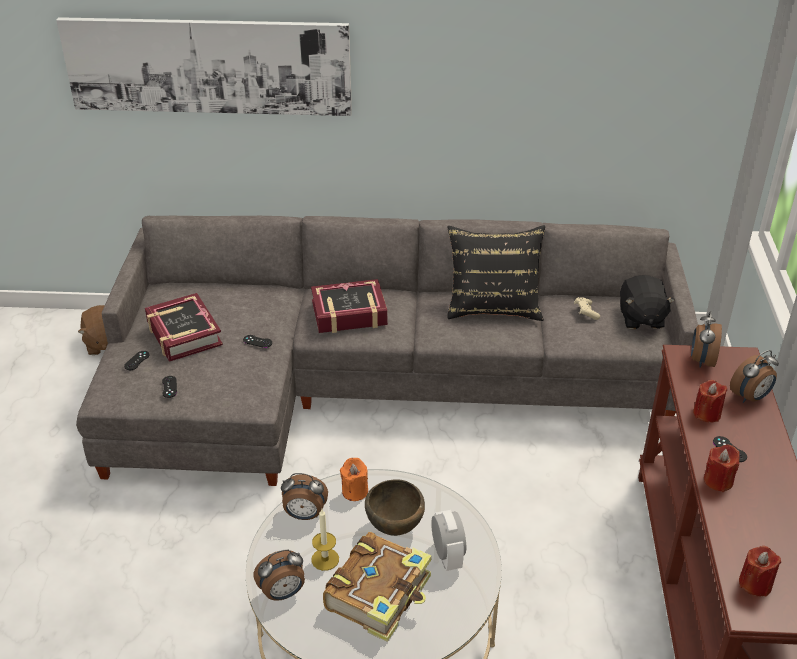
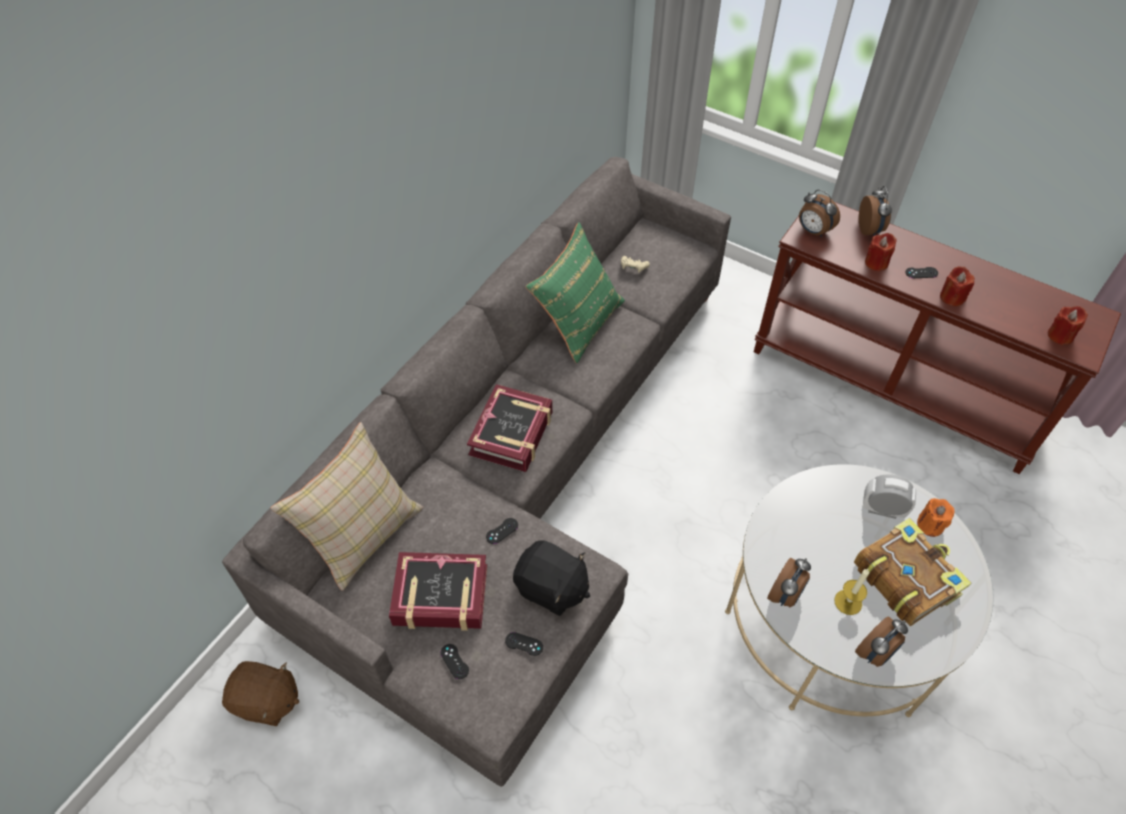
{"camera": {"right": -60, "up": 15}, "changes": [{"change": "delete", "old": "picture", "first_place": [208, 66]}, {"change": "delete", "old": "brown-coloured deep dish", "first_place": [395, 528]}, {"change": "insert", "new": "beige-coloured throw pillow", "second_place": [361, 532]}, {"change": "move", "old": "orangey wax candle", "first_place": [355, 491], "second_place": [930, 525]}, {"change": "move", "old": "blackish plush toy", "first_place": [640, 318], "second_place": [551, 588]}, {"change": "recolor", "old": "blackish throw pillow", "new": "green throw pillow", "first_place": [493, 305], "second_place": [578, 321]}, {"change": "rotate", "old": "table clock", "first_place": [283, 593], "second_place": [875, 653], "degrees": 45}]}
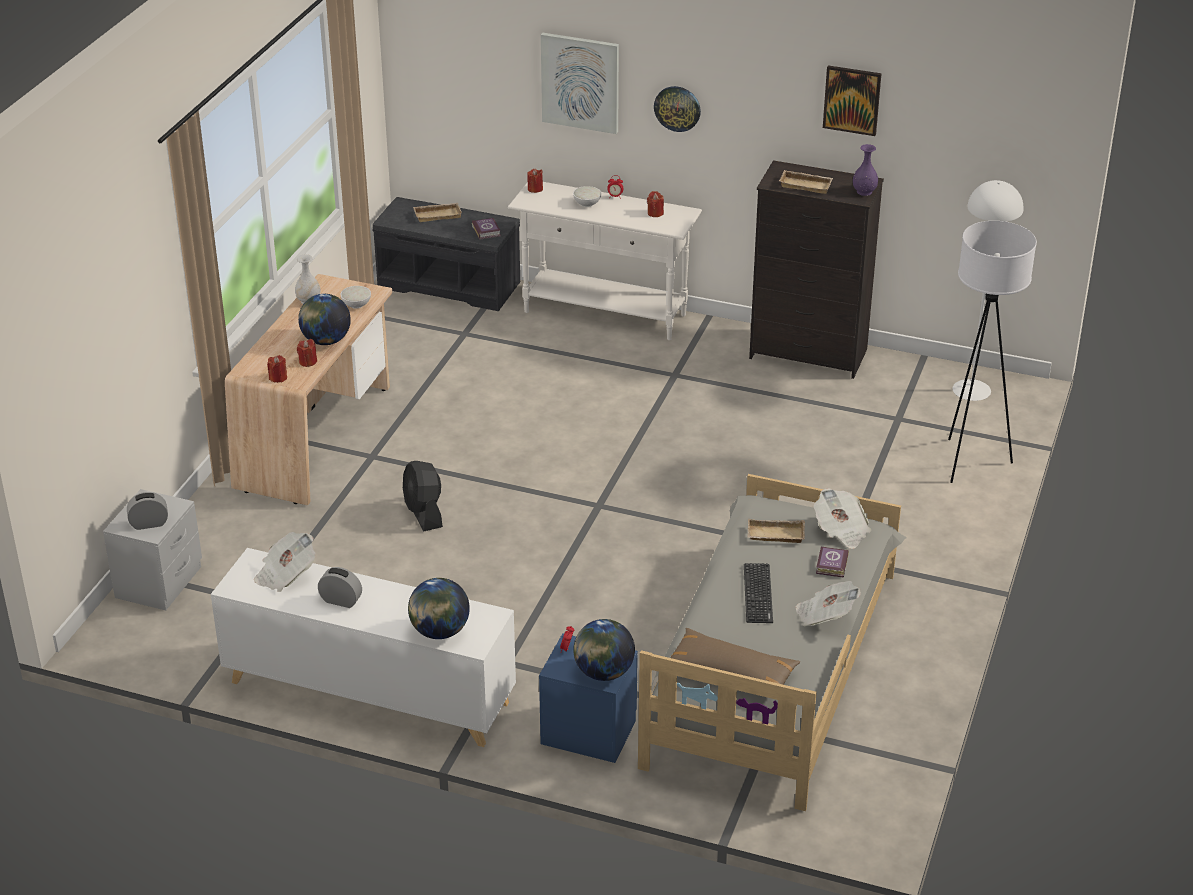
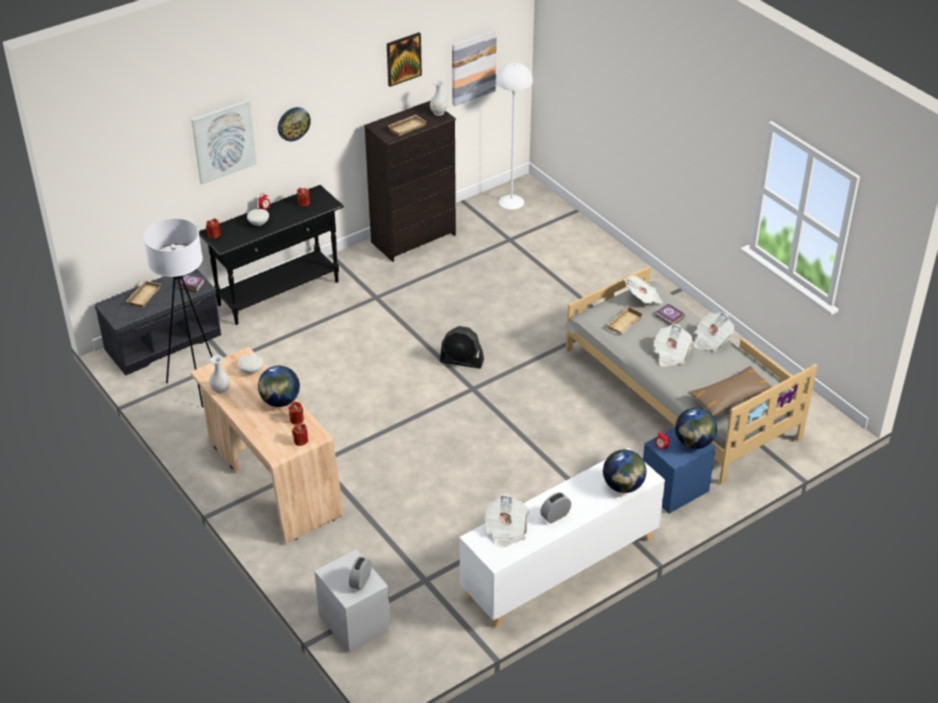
{"camera": {"right": -55, "up": 5}, "changes": [{"change": "insert", "new": "picture", "second_place": [473, 67]}, {"change": "move", "old": "blackish cooling fan", "first_place": [424, 513], "second_place": [462, 361]}, {"change": "move", "old": "white-coloured standard lamp", "first_place": [969, 462], "second_place": [195, 387]}, {"change": "replace", "old": "PC keyboard", "new": "printed paper", "first_place": [758, 593], "second_place": [671, 354]}, {"change": "recolor", "old": "white-coloured hall table", "new": "blackish hall table", "first_place": [605, 314], "second_place": [279, 293]}, {"change": "recolor", "old": "purplish flower vase", "new": "white-coloured flower vase", "first_place": [864, 191], "second_place": [438, 112]}]}
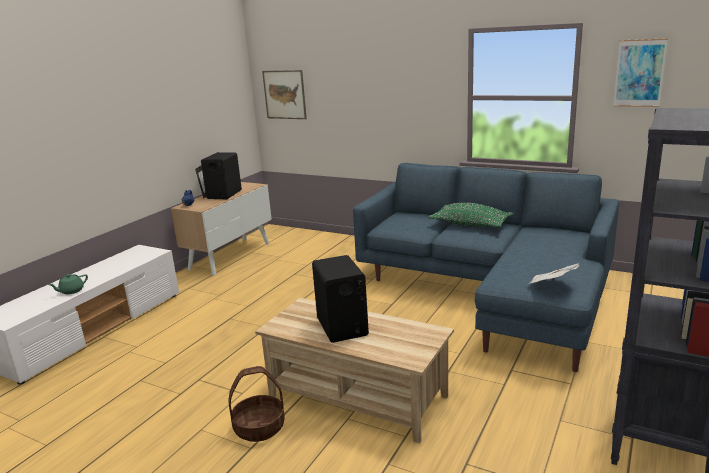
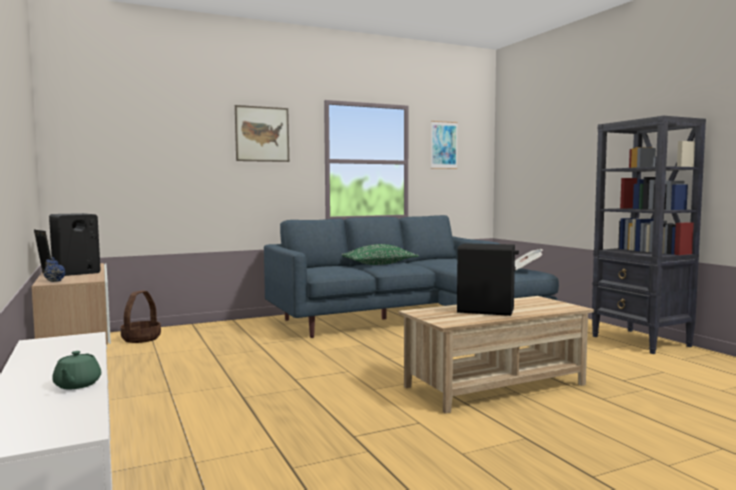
{"camera": {"right": -55, "up": -15}, "changes": [{"change": "move", "old": "storage basket", "first_place": [259, 427], "second_place": [141, 339]}, {"change": "move", "old": "picture", "first_place": [284, 94], "second_place": [262, 134]}]}
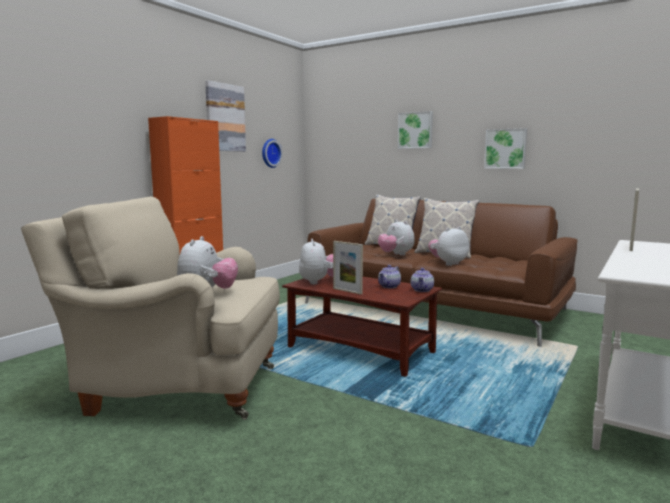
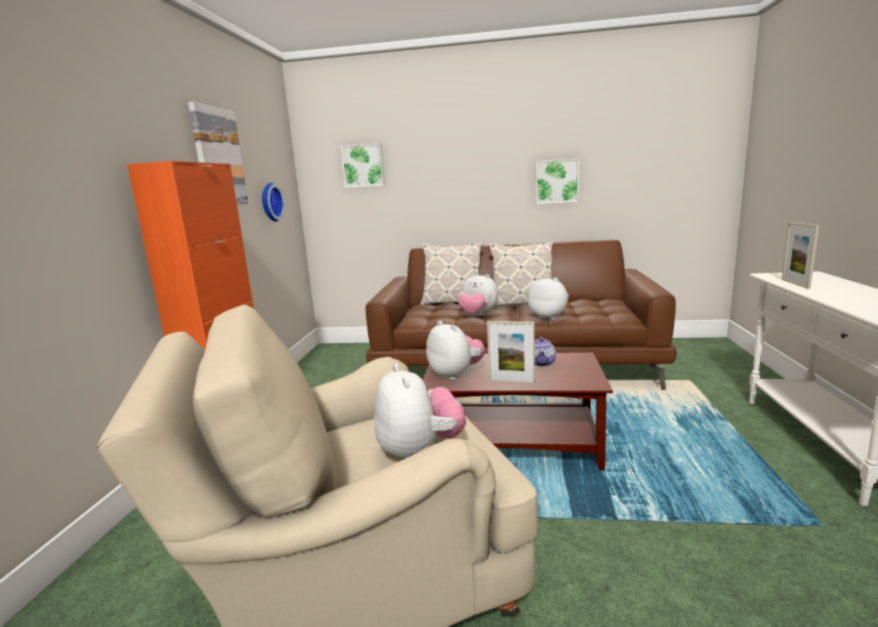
{"camera": {"right": -25, "up": 5}, "changes": [{"change": "delete", "old": "tea pot", "first_place": [422, 290]}, {"change": "move", "old": "picture", "first_place": [415, 130], "second_place": [363, 165]}, {"change": "rotate", "old": "plush toy", "first_place": [448, 263], "second_place": [549, 317], "degrees": 90}]}
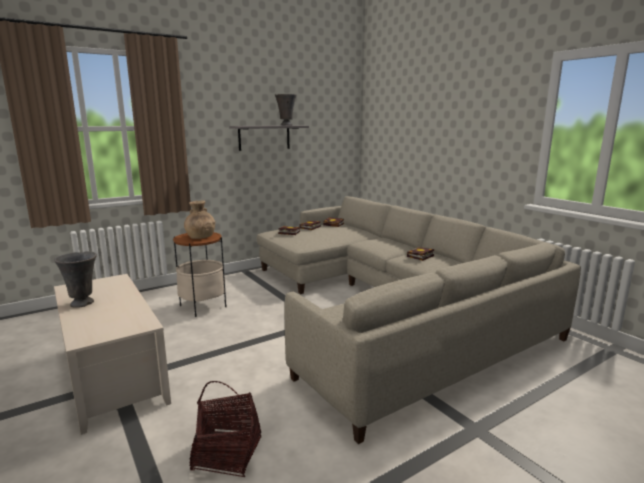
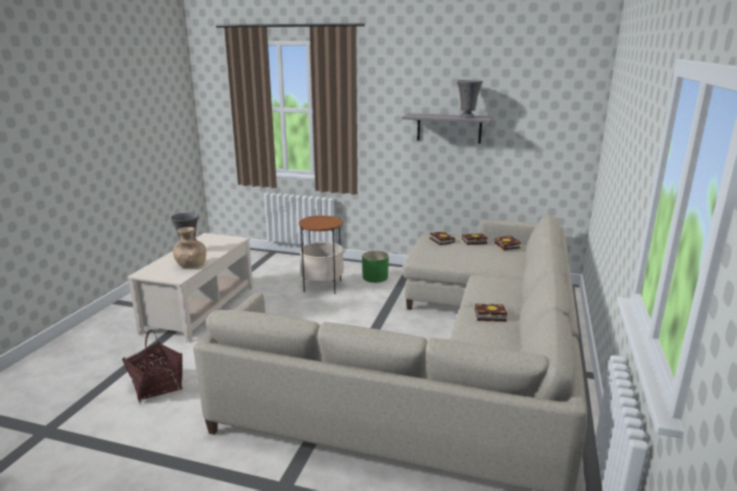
{"camera": {"right": 50, "up": 5}, "changes": [{"change": "insert", "new": "green flower pot", "second_place": [375, 277]}, {"change": "move", "old": "brown-coloured flower vase", "first_place": [200, 237], "second_place": [191, 265]}]}
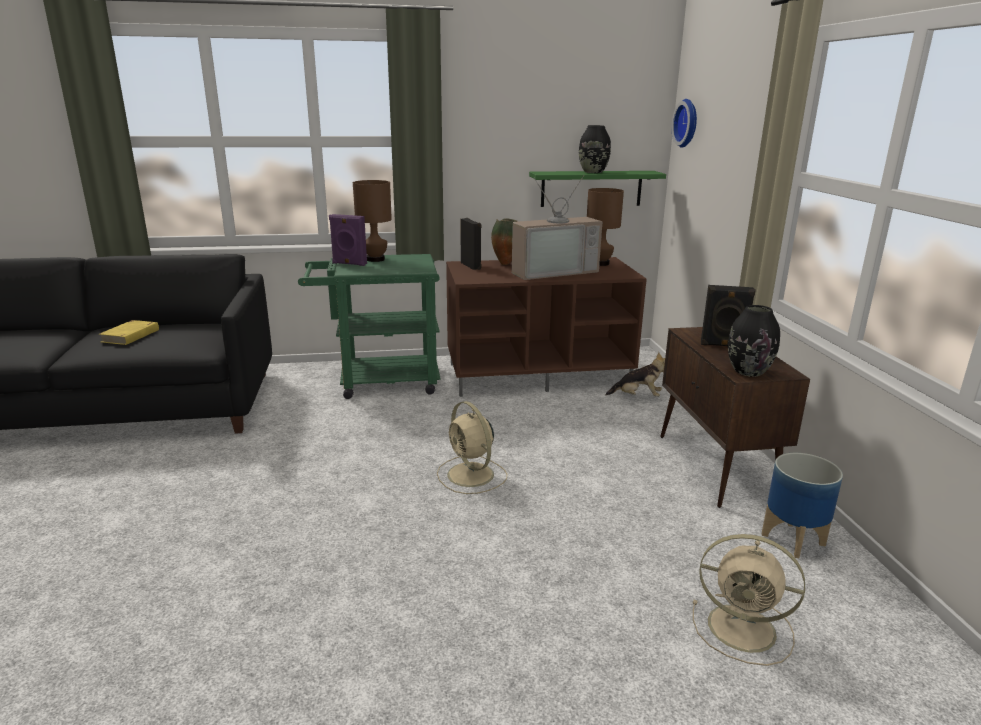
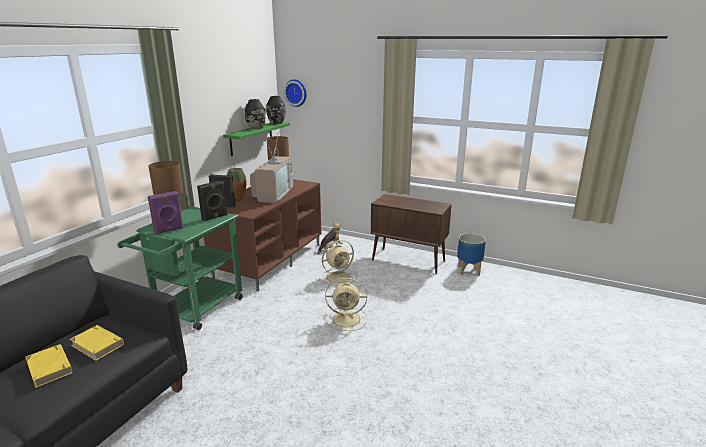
{"camera": {"right": -55, "up": 0}, "changes": [{"change": "insert", "new": "yellow bound book", "second_place": [98, 345]}, {"change": "move", "old": "beige-coloured cooling fan", "first_place": [744, 629], "second_place": [339, 277]}, {"change": "move", "old": "blackish loudspeaker", "first_place": [723, 345], "second_place": [215, 217]}, {"change": "move", "old": "blackish flower vase", "first_place": [748, 371], "second_place": [276, 123]}]}
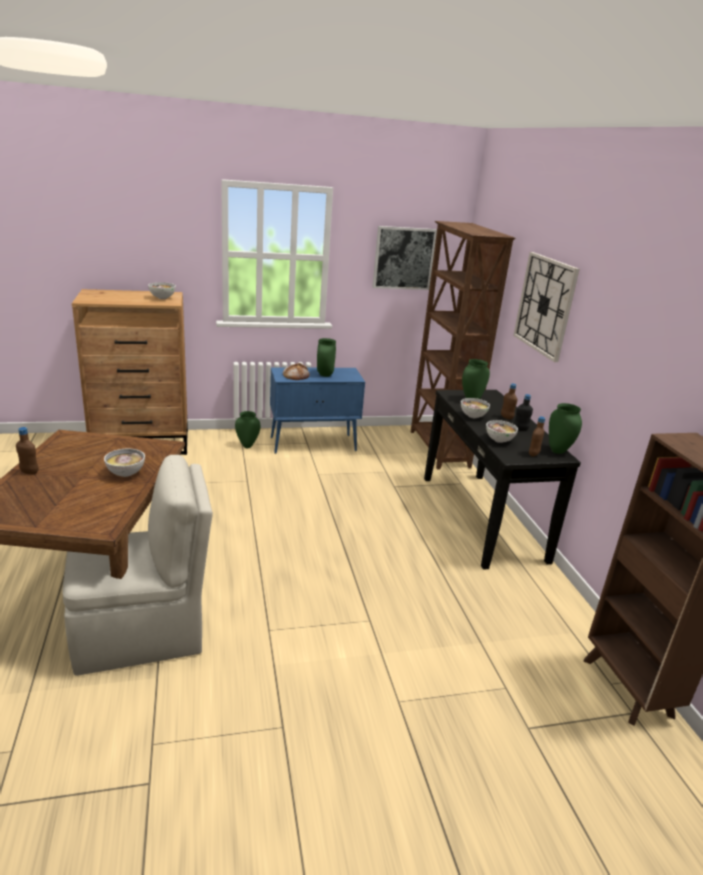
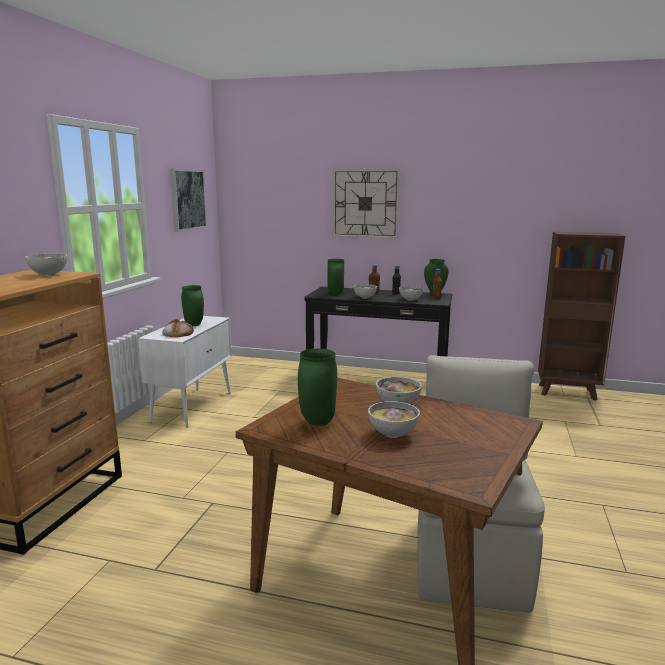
{"camera": {"right": -60, "up": -10}, "changes": [{"change": "delete", "old": "brown-coloured drink bottle", "first_place": [29, 472]}, {"change": "delete", "old": "brown-coloured shelving unit", "first_place": [438, 449]}, {"change": "insert", "new": "deep dish", "second_place": [393, 434]}, {"change": "move", "old": "green flower vase", "first_place": [247, 446], "second_place": [317, 422]}, {"change": "recolor", "old": "bluish cupboard", "new": "white-coloured cupboard", "first_place": [314, 444], "second_place": [193, 406]}]}
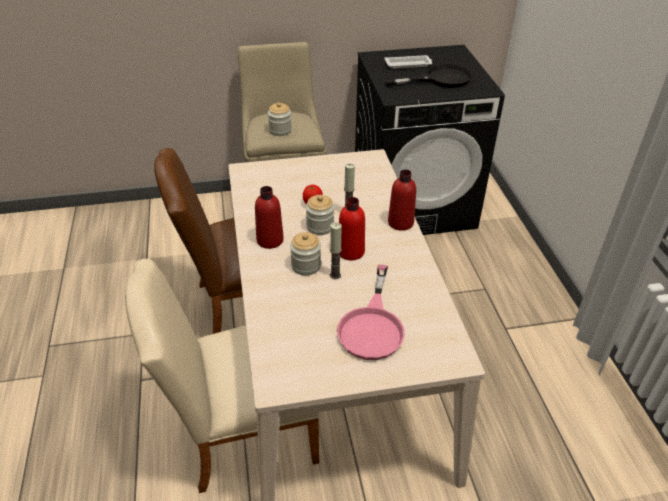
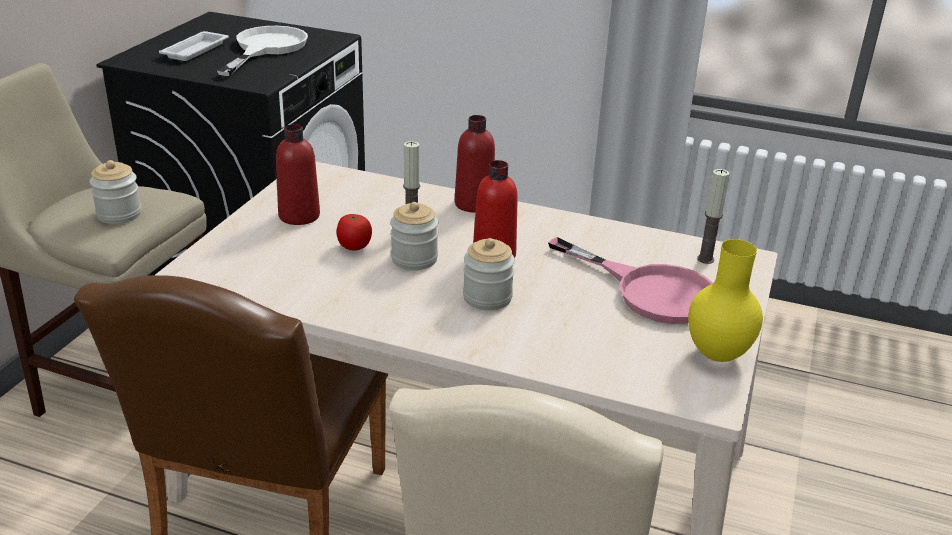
{"camera": {"right": -60, "up": -10}, "changes": [{"change": "insert", "new": "yellow flower vase", "second_place": [719, 356]}, {"change": "move", "old": "red drink bottle", "first_place": [270, 240], "second_place": [299, 216]}, {"change": "move", "old": "wax candle", "first_place": [335, 275], "second_place": [705, 259]}, {"change": "recolor", "old": "blackish frying pan", "new": "white-coloured frying pan", "first_place": [439, 79], "second_place": [266, 48]}]}
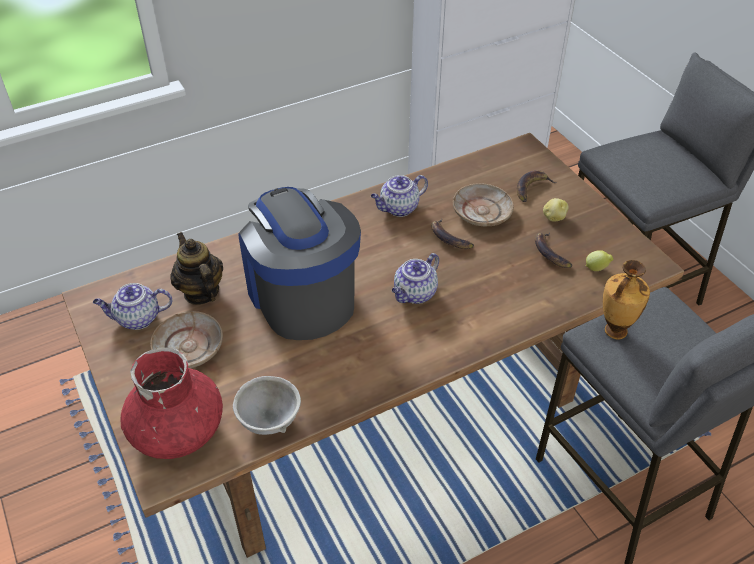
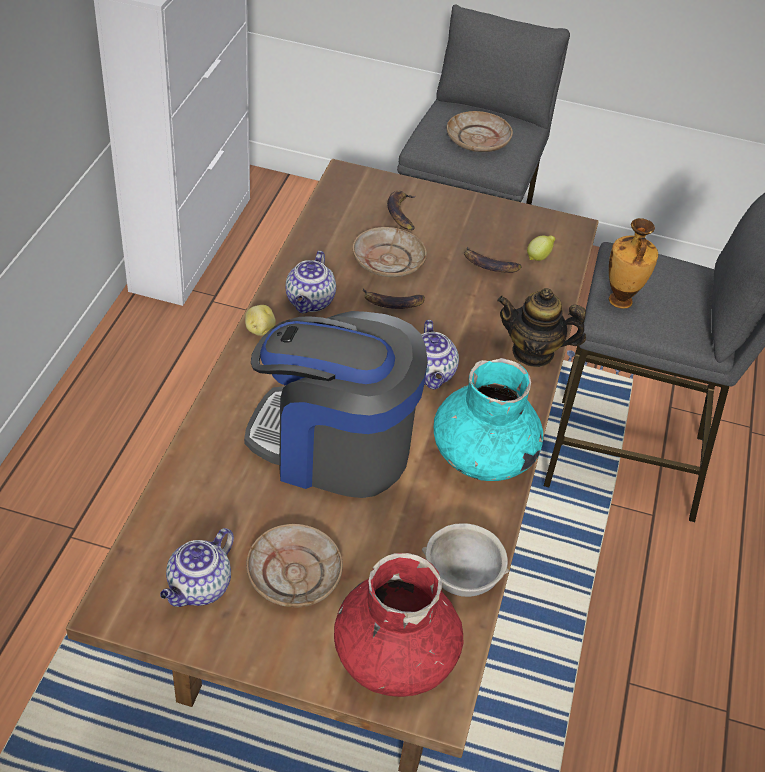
{"camera": {"right": -50, "up": 0}, "changes": [{"change": "insert", "new": "turquoise-coloured flower vase", "second_place": [482, 455]}, {"change": "insert", "new": "beige-coloured dinner plate", "second_place": [478, 140]}, {"change": "move", "old": "tea pot", "first_place": [201, 292], "second_place": [533, 352]}, {"change": "move", "old": "whole potato", "first_place": [553, 217], "second_place": [259, 330]}]}
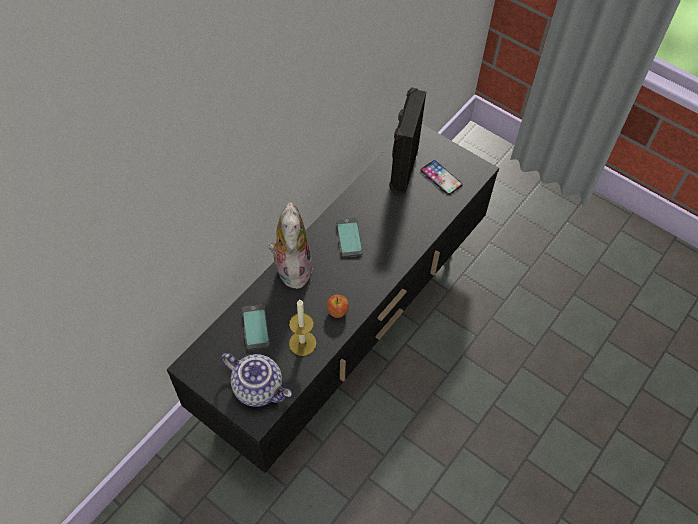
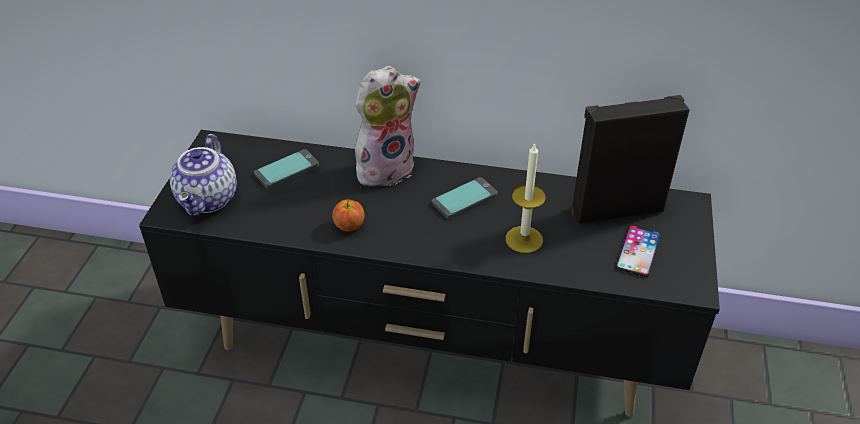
{"camera": {"right": 65, "up": -15}, "changes": [{"change": "move", "old": "wax candle", "first_place": [302, 343], "second_place": [524, 239]}]}
